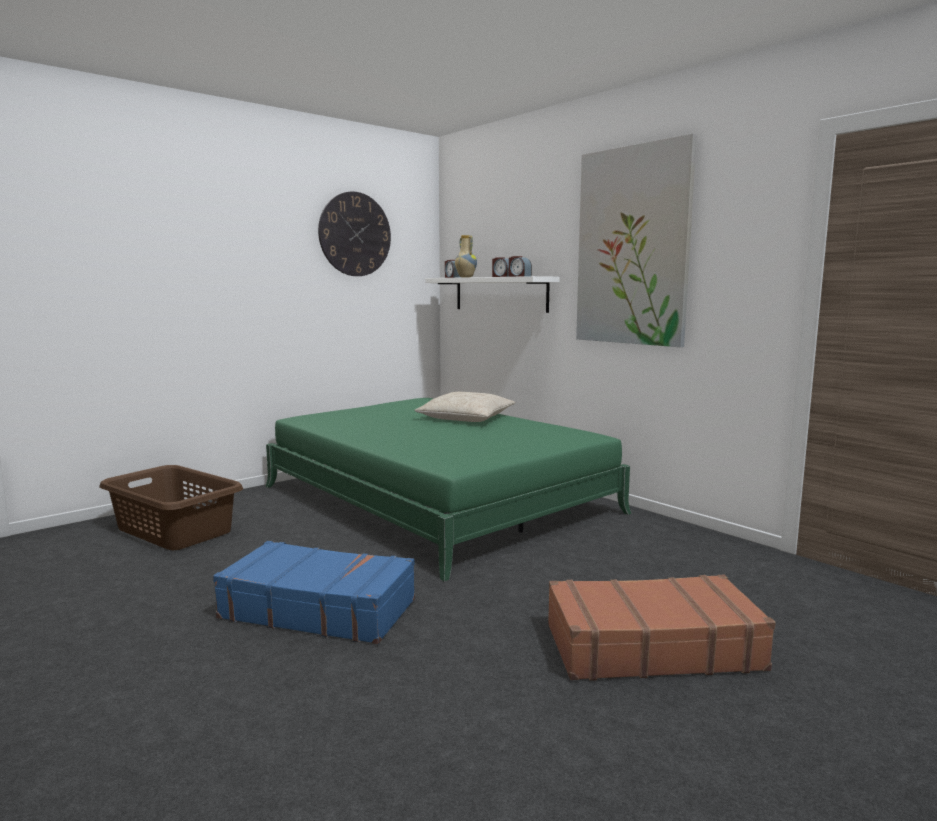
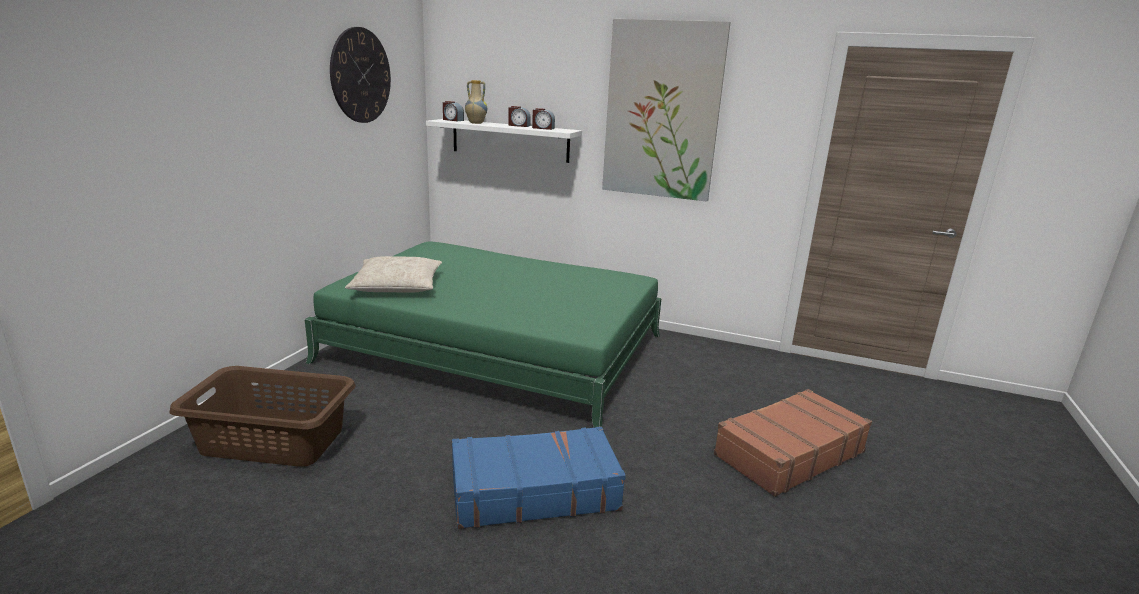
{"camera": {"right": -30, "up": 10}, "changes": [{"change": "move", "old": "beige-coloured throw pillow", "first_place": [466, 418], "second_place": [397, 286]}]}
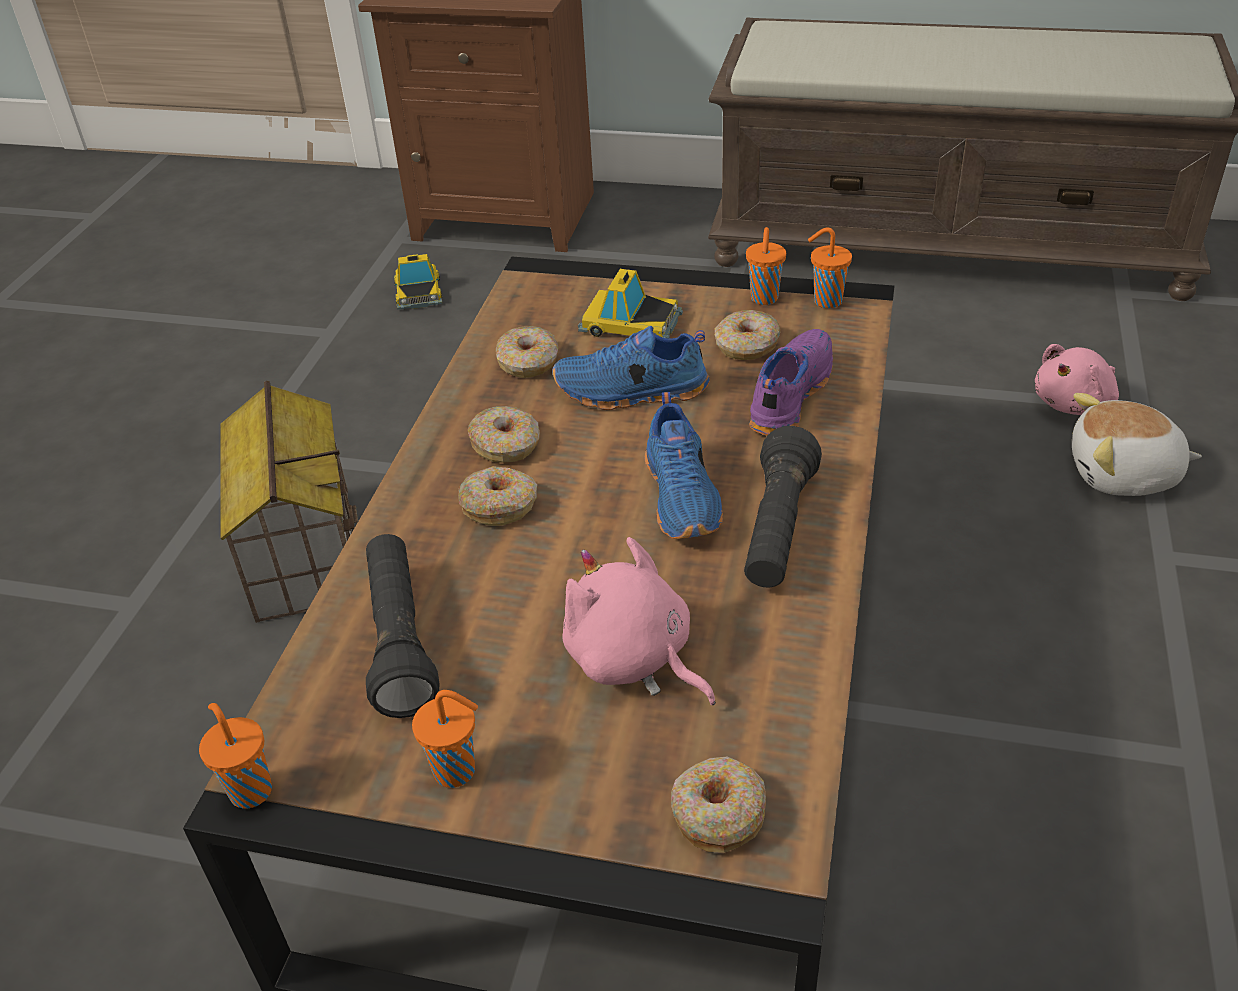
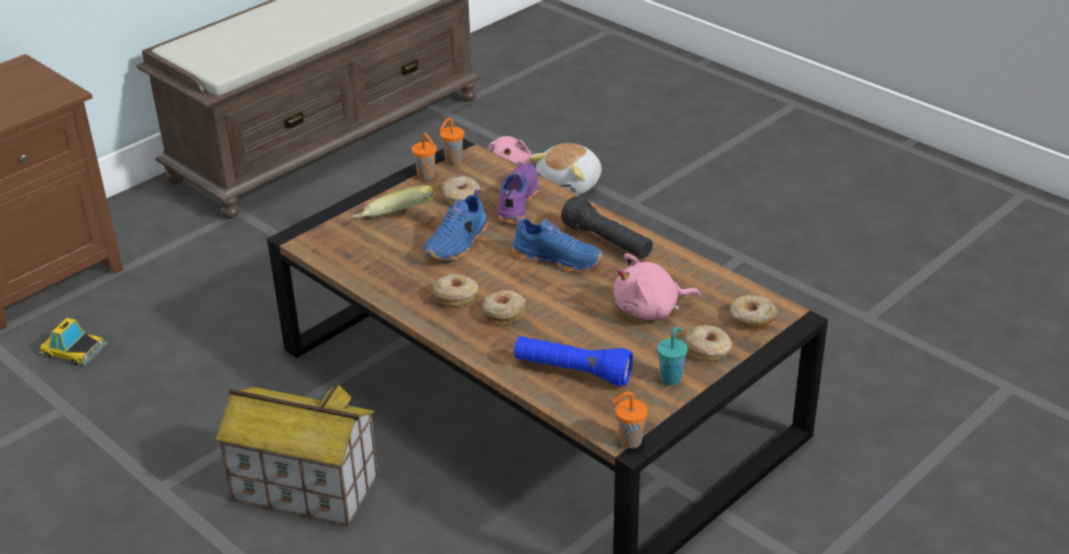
{"camera": {"right": -60, "up": -5}, "changes": [{"change": "move", "old": "donut", "first_place": [528, 362], "second_place": [707, 349]}, {"change": "replace", "old": "toy car", "new": "banana", "first_place": [630, 323], "second_place": [395, 222]}, {"change": "recolor", "old": "blackish hand torch", "new": "bluish hand torch", "first_place": [399, 640], "second_place": [572, 372]}, {"change": "recolor", "old": "orangey small cup", "new": "turquoise-coloured small cup", "first_place": [457, 771], "second_place": [671, 378]}, {"change": "rotate", "old": "purplish item of footwear", "first_place": [788, 396], "second_place": [516, 202], "degrees": 45}]}
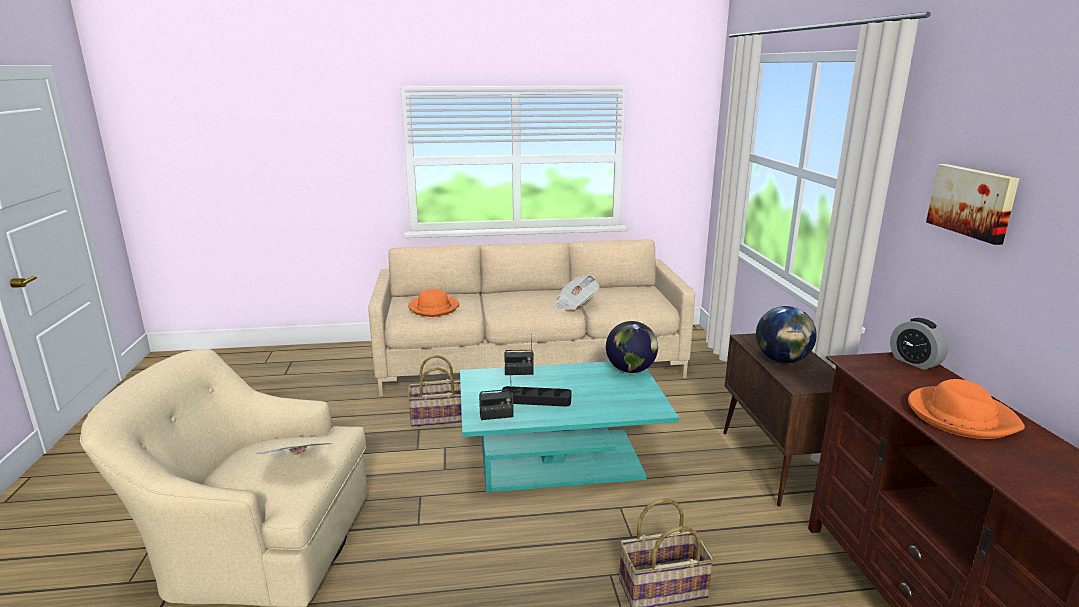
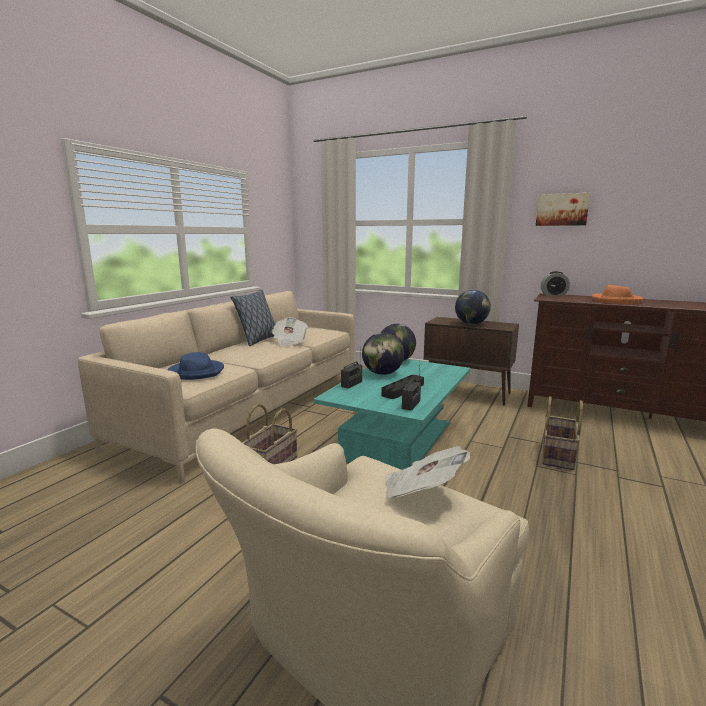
{"camera": {"right": -55, "up": -5}, "changes": [{"change": "insert", "new": "throw pillow", "second_place": [258, 340]}, {"change": "insert", "new": "world globe", "second_place": [382, 373]}, {"change": "recolor", "old": "orangey clothing hat", "new": "bluish clothing hat", "first_place": [434, 308], "second_place": [197, 372]}]}
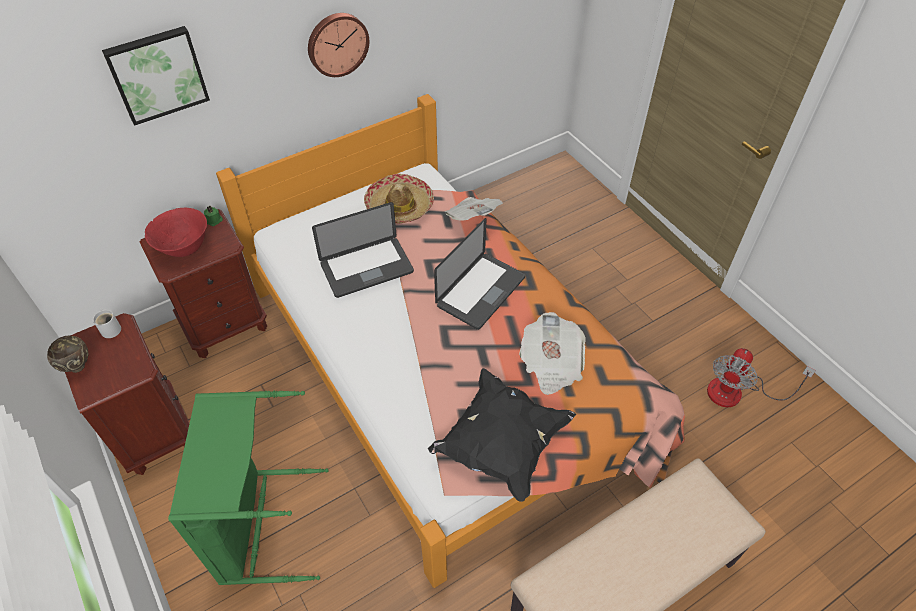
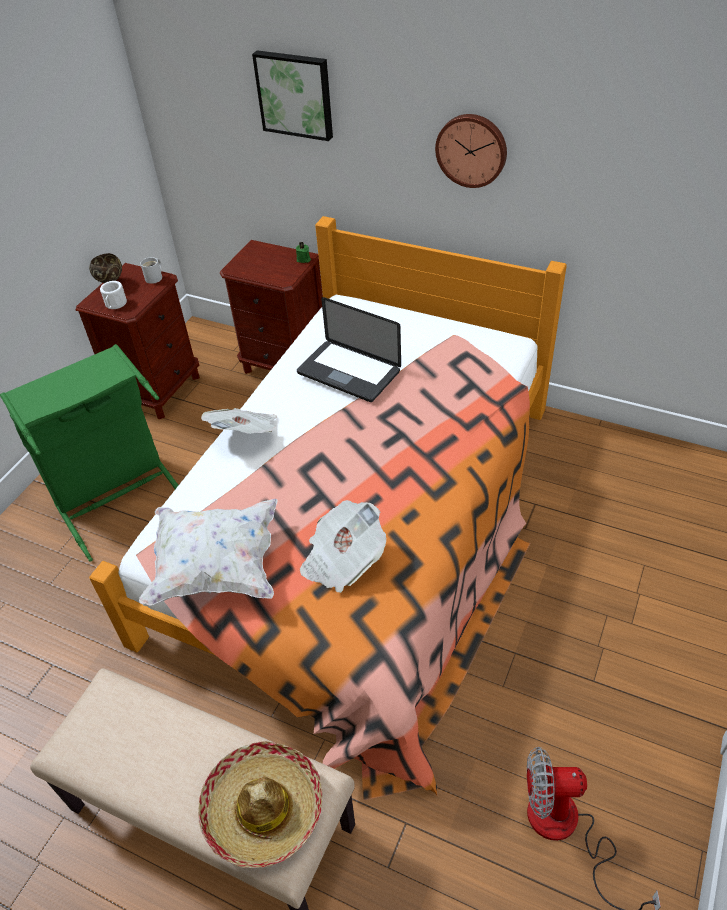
{"camera": {"right": 60, "up": -5}, "changes": [{"change": "delete", "old": "red deep dish", "first_place": [184, 248]}, {"change": "delete", "old": "portable computer", "first_place": [481, 291]}, {"change": "insert", "new": "white-coloured tea mug", "second_place": [115, 305]}, {"change": "move", "old": "clothing hat", "first_place": [399, 206], "second_place": [263, 809]}, {"change": "move", "old": "printed paper", "first_place": [472, 218], "second_place": [245, 434]}, {"change": "recolor", "old": "blackish throw pillow", "new": "white-coloured throw pillow", "first_place": [501, 444], "second_place": [216, 567]}]}
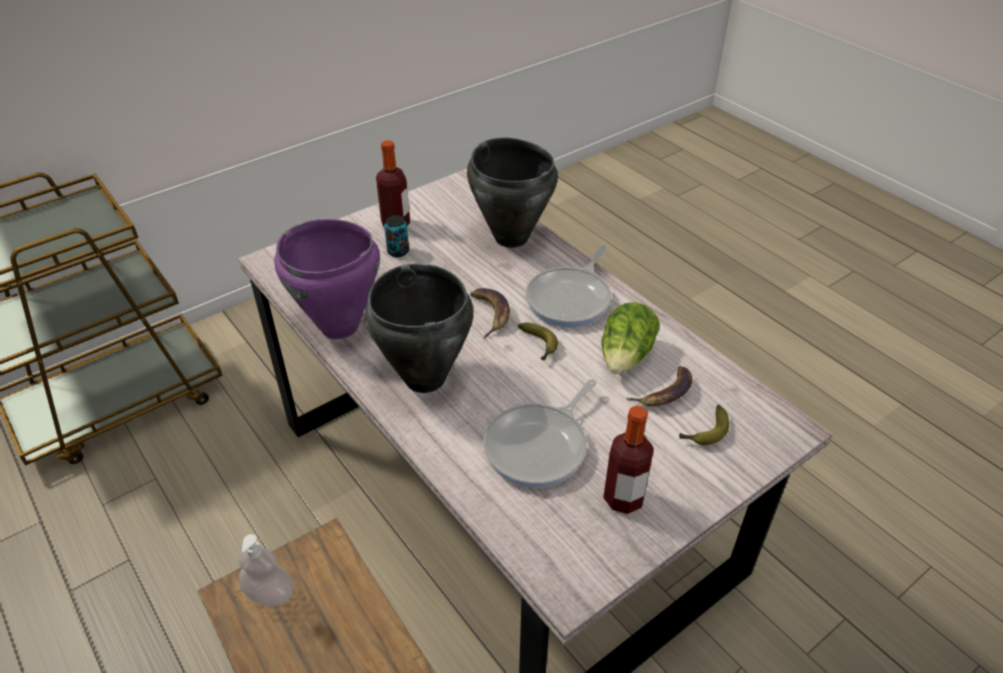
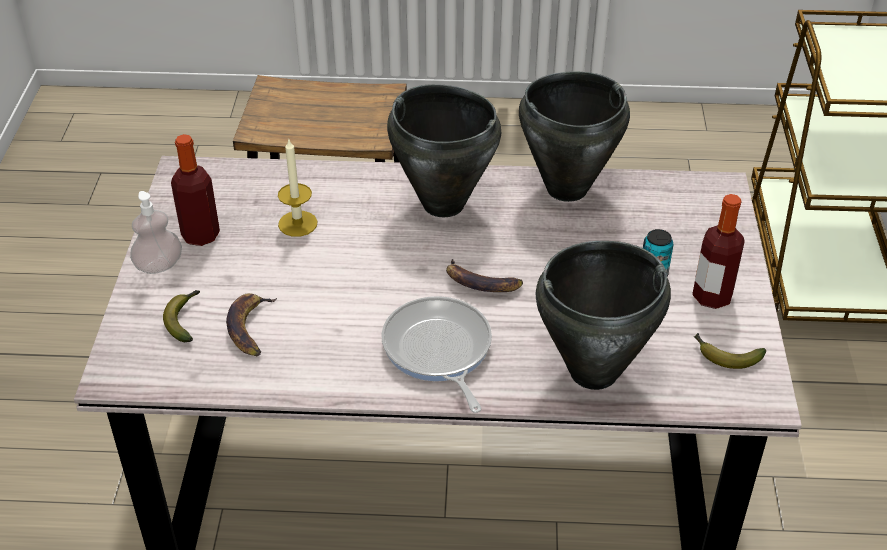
{"camera": {"right": 130, "up": 0}, "changes": [{"change": "delete", "old": "head of lettuce", "first_place": [626, 356]}, {"change": "move", "old": "liquid soap bottle", "first_place": [270, 594], "second_place": [159, 265]}, {"change": "move", "old": "banana", "first_place": [539, 346], "second_place": [724, 356]}, {"change": "replace", "old": "frying pan", "new": "wax candle", "first_place": [539, 446], "second_place": [297, 223]}, {"change": "recolor", "old": "purplish saucepot", "new": "blackish saucepot", "first_place": [339, 327], "second_place": [565, 188]}]}
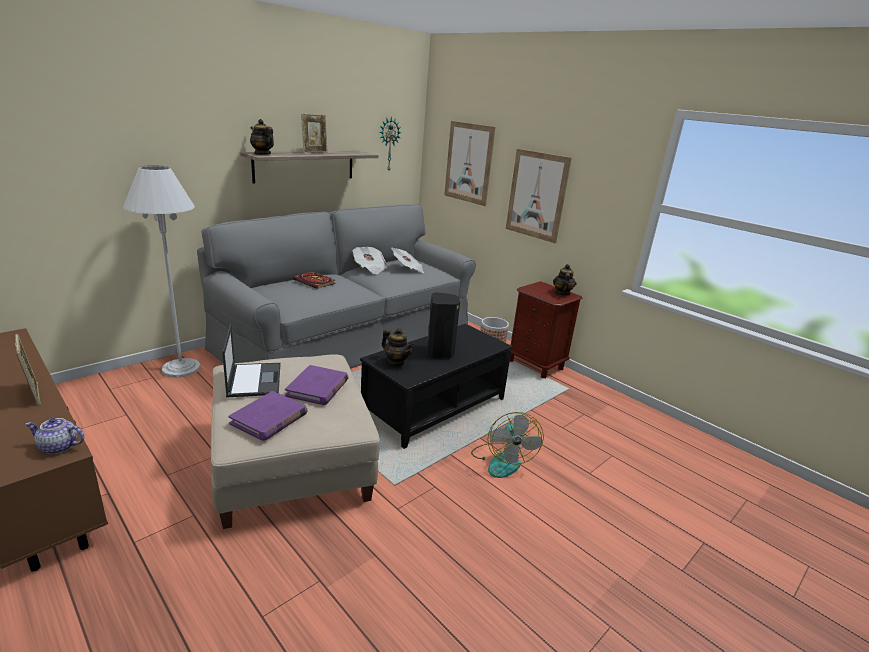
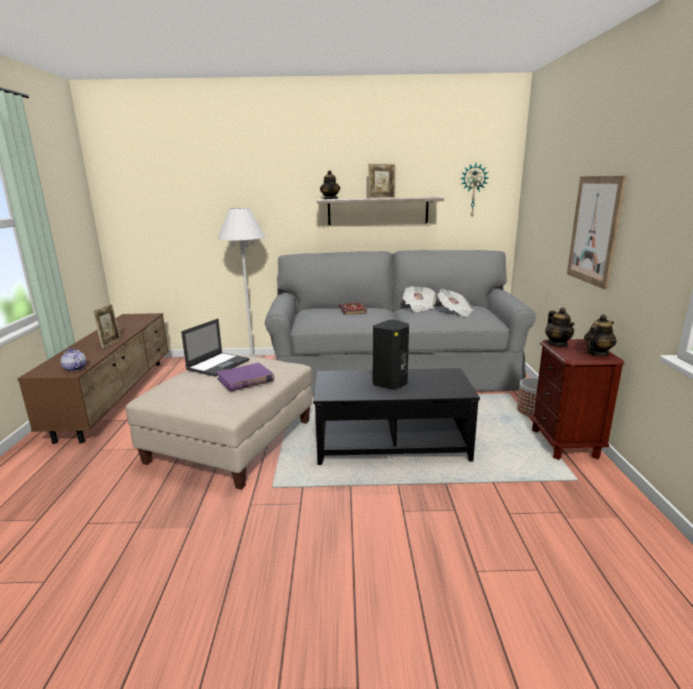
{"camera": {"right": 45, "up": -5}, "changes": [{"change": "delete", "old": "purplish bound book", "first_place": [269, 418]}, {"change": "delete", "old": "picture", "first_place": [468, 163]}, {"change": "delete", "old": "cooling fan", "first_place": [502, 460]}, {"change": "move", "old": "tea pot", "first_place": [396, 362], "second_place": [557, 344]}]}
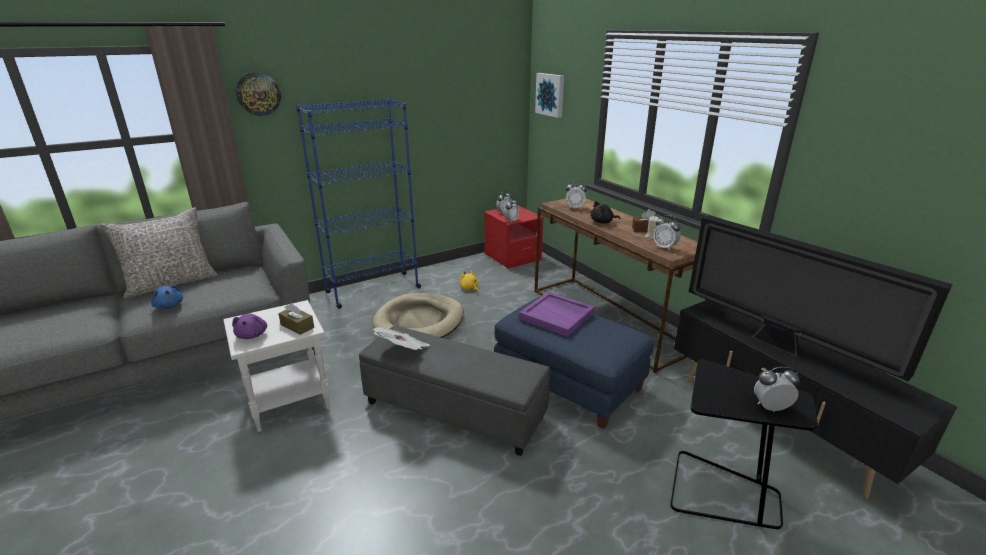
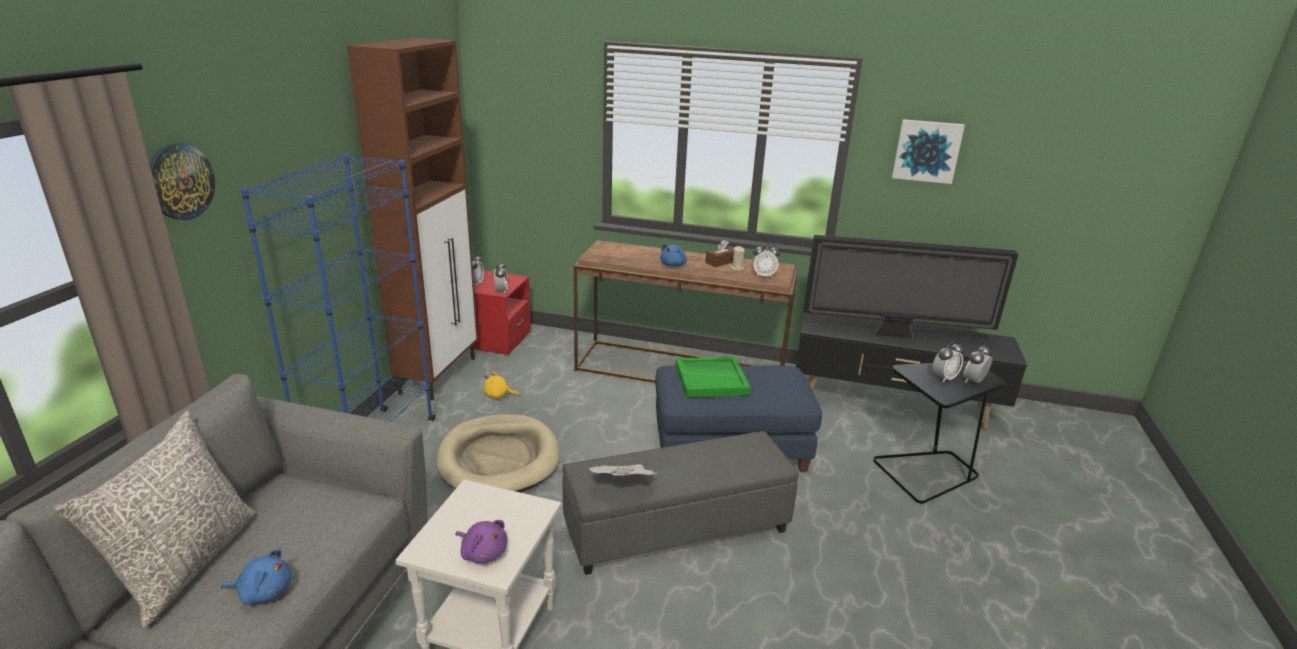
{"camera": {"right": -45, "up": 0}, "changes": [{"change": "delete", "old": "brown-coloured tissue box", "first_place": [297, 326]}, {"change": "insert", "new": "brown-coloured cupboard", "second_place": [439, 375]}, {"change": "move", "old": "picture", "first_place": [551, 94], "second_place": [926, 151]}, {"change": "move", "old": "table clock", "first_place": [575, 207], "second_place": [944, 378]}, {"change": "recolor", "old": "purplish carrying tray", "new": "green carrying tray", "first_place": [557, 316], "second_place": [711, 379]}, {"change": "recolor", "old": "blackish plush toy", "new": "bluish plush toy", "first_place": [603, 222], "second_place": [674, 265]}]}
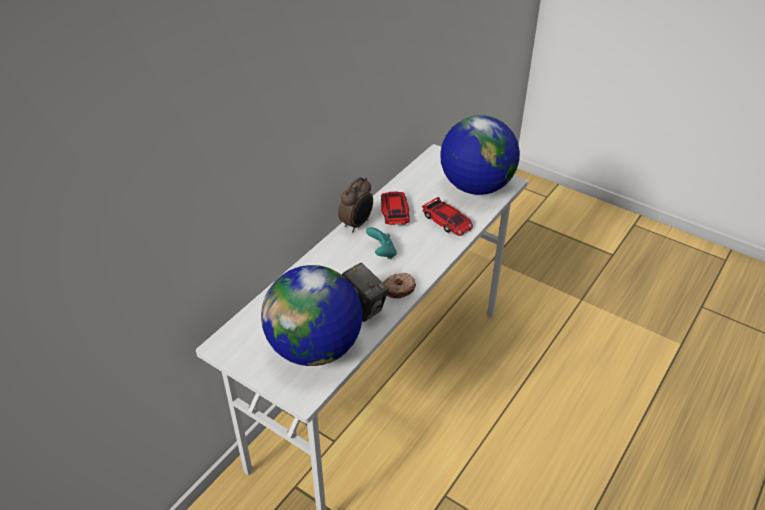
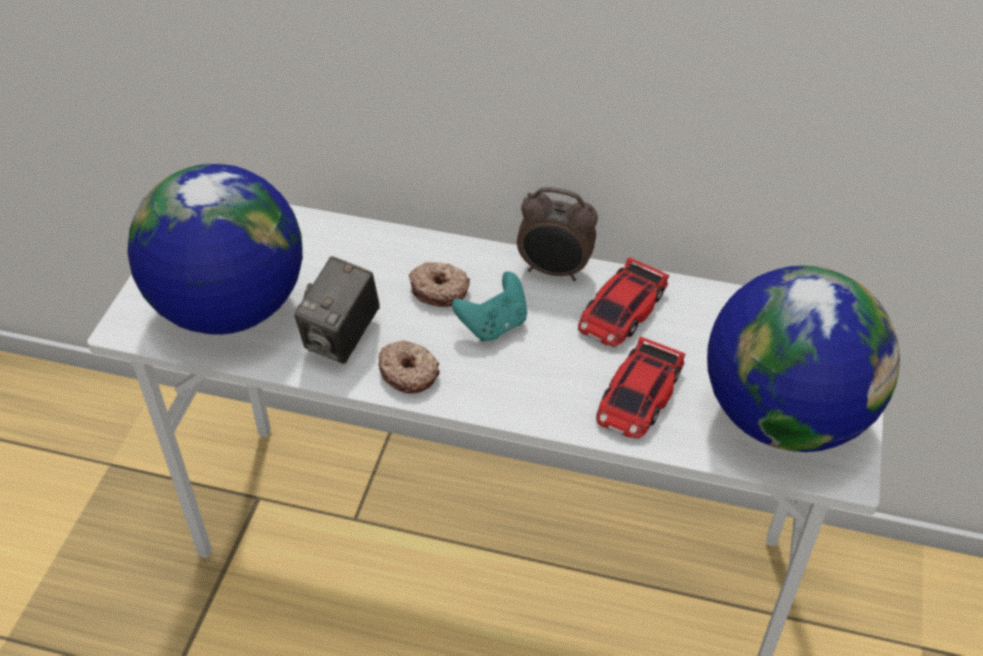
{"camera": {"right": 70, "up": 5}, "changes": [{"change": "insert", "new": "donut", "second_place": [439, 290]}, {"change": "rotate", "old": "toy car", "first_place": [394, 211], "second_place": [622, 310], "degrees": 150}]}
